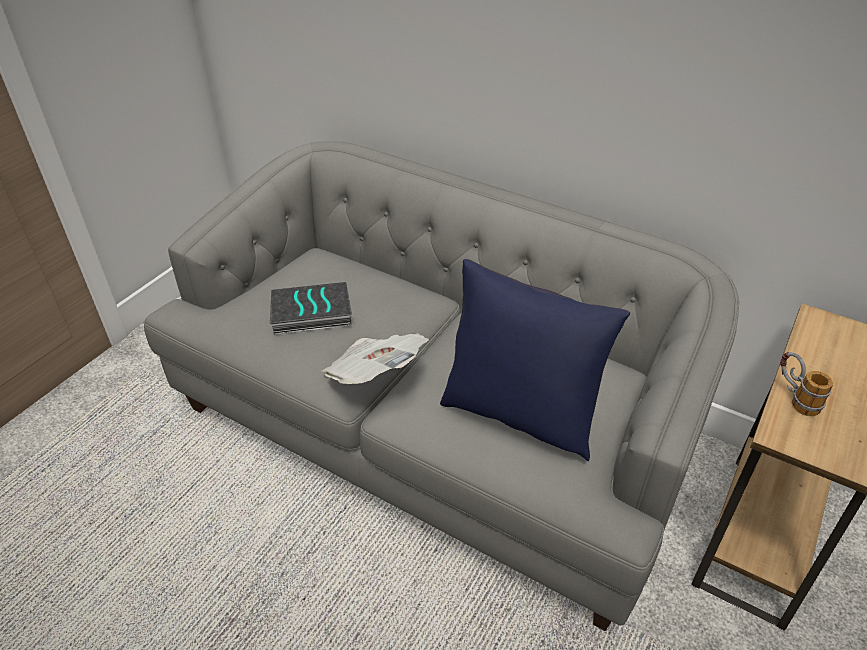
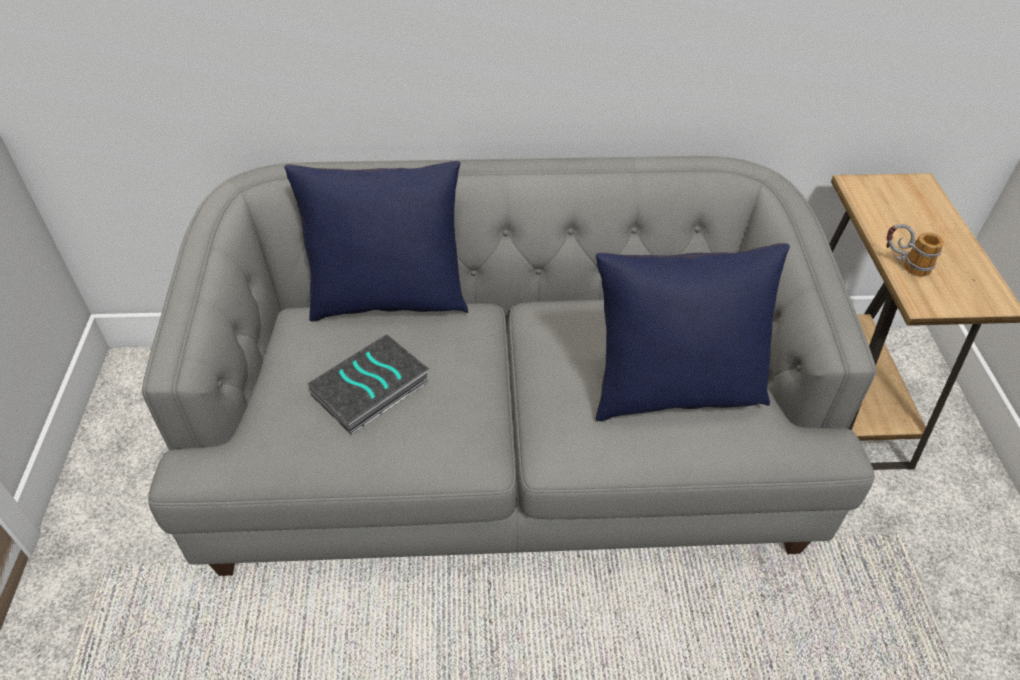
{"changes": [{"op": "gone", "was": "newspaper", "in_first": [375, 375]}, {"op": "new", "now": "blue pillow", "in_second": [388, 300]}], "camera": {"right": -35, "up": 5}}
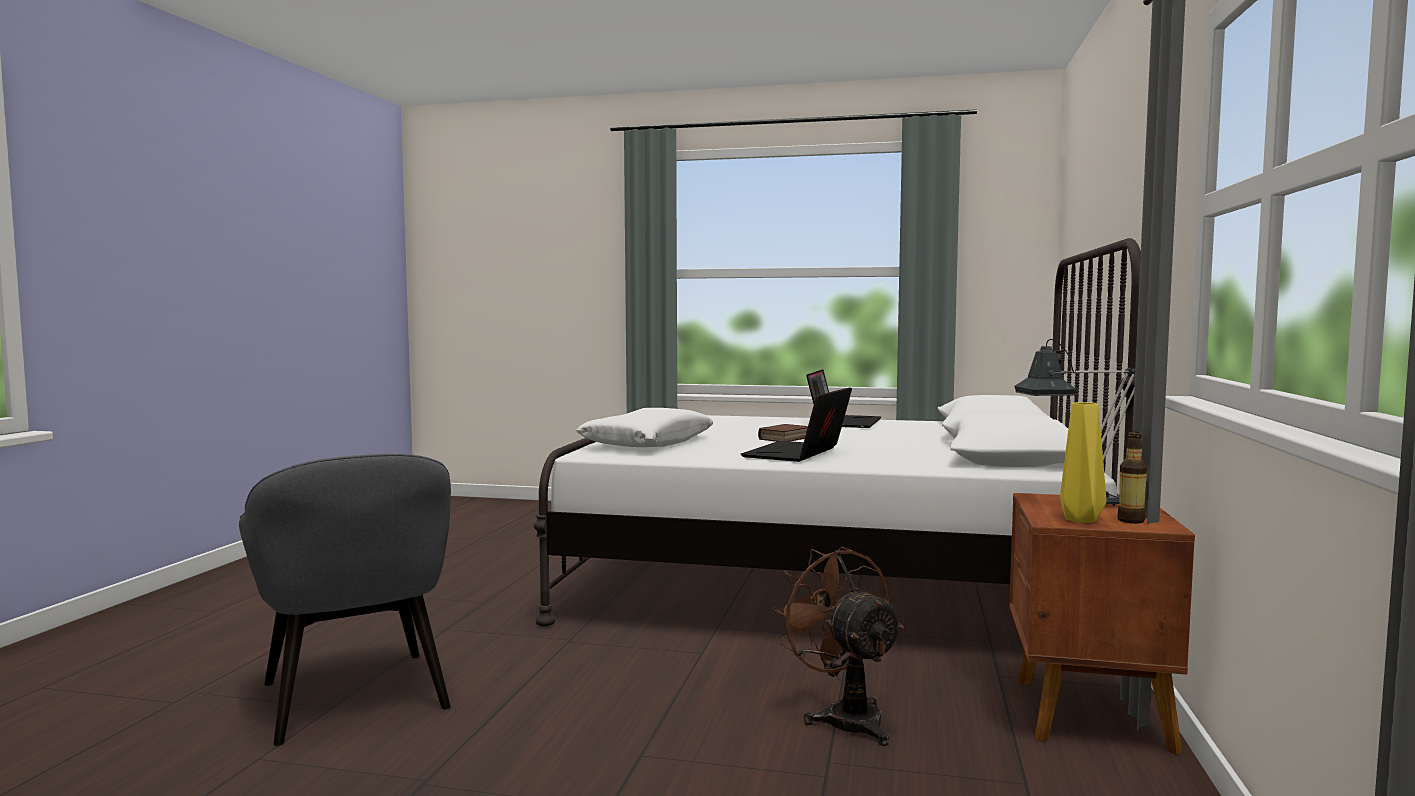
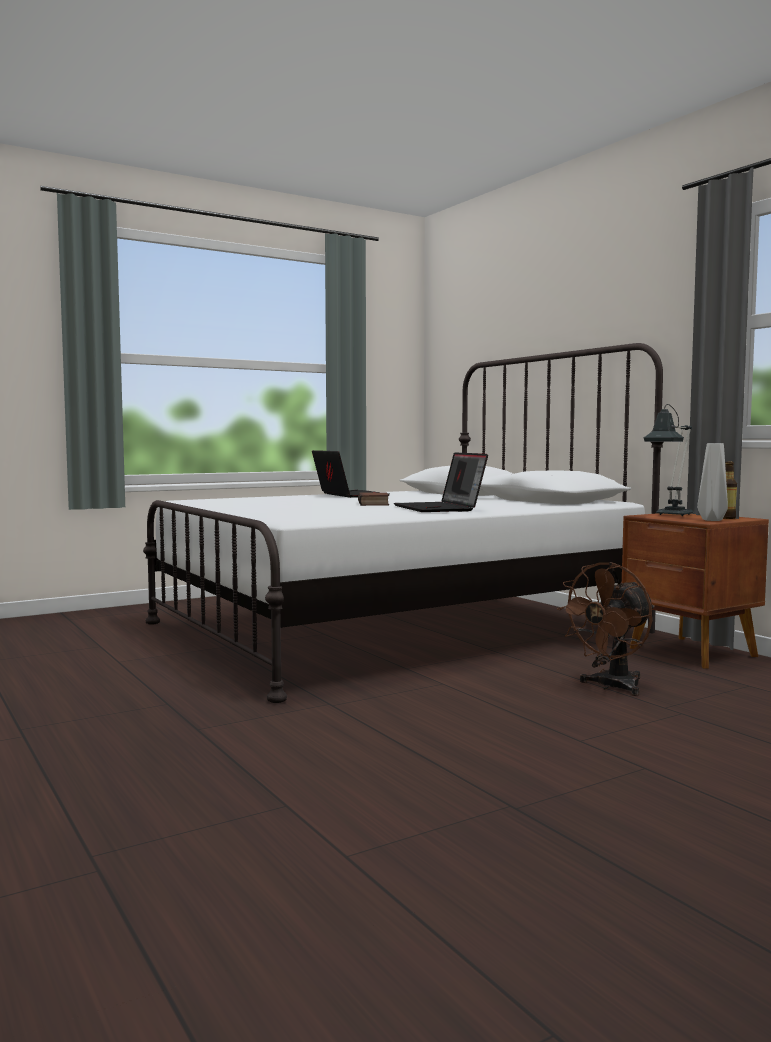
{"changes": [{"op": "repainted", "was": "yellow vase", "now": "grey vase", "in_first": [1078, 519], "in_second": [710, 520]}, {"op": "gone", "was": "white pillow", "in_first": [647, 443]}, {"op": "gone", "was": "grey armchair", "in_first": [355, 698]}, {"op": "rotated", "was": "brown fan", "in_first": [844, 717], "in_second": [611, 687], "clockwise": -60}], "camera": {"right": -45, "up": 0}}
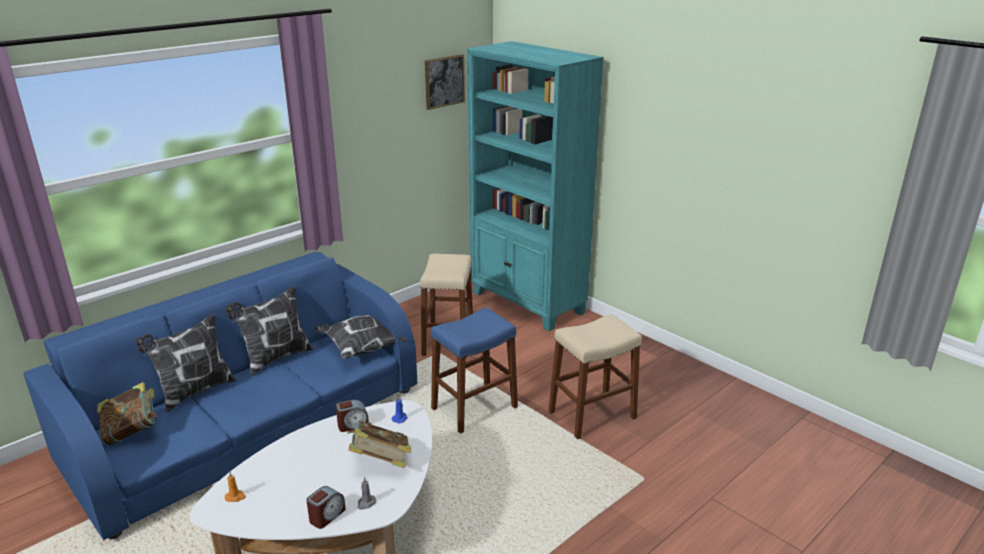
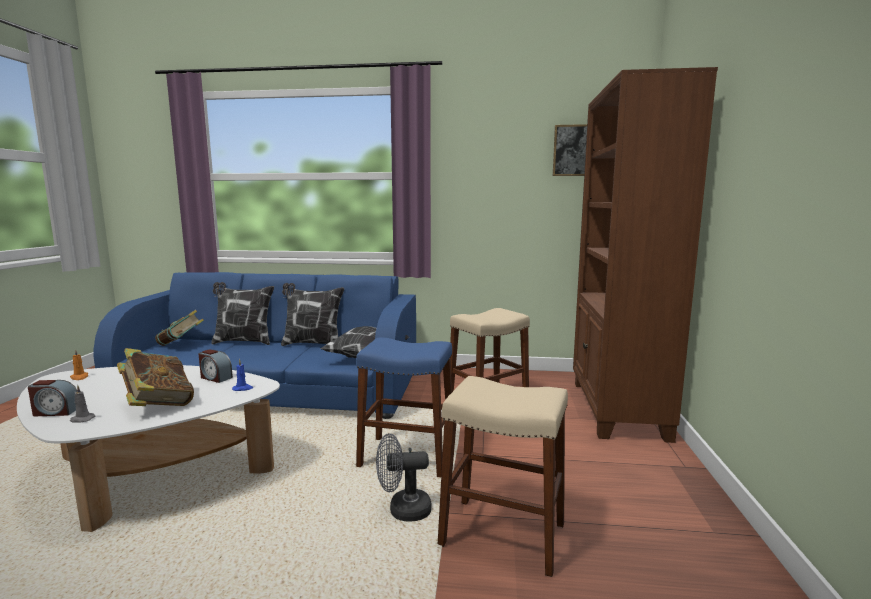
{"changes": [{"op": "repainted", "was": "turquoise bookcase", "now": "brown bookcase", "in_first": [527, 303], "in_second": [617, 410]}, {"op": "new", "now": "grey fan", "in_second": [403, 510]}], "camera": {"right": 50, "up": -15}}
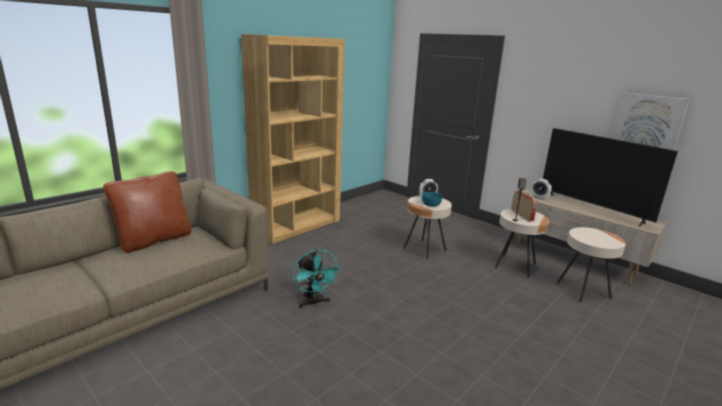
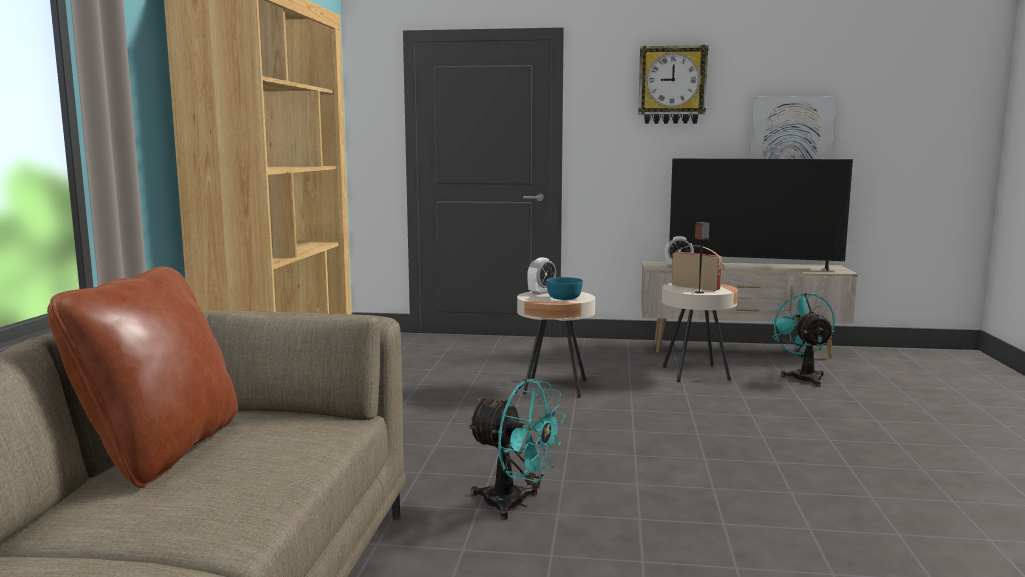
{"changes": [{"op": "swapped", "was": "beige side table", "now": "turquoise fan", "in_first": [583, 290], "in_second": [803, 376]}, {"op": "new", "now": "wall clock", "in_second": [672, 85]}], "camera": {"right": -35, "up": -10}}
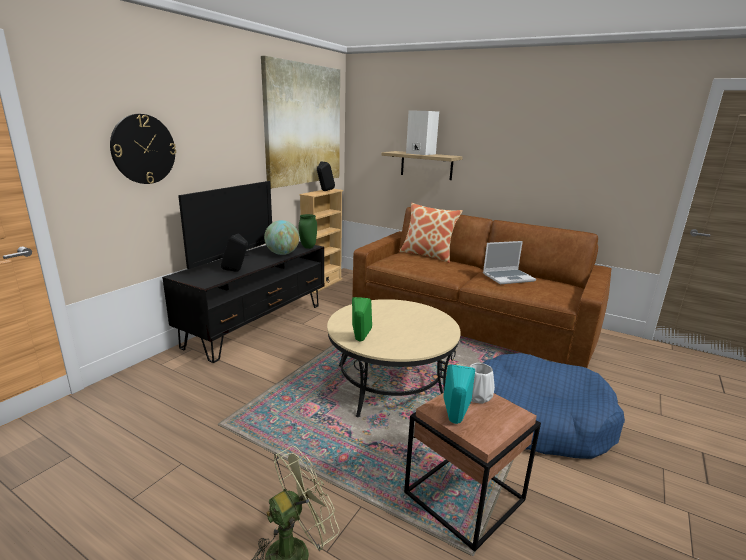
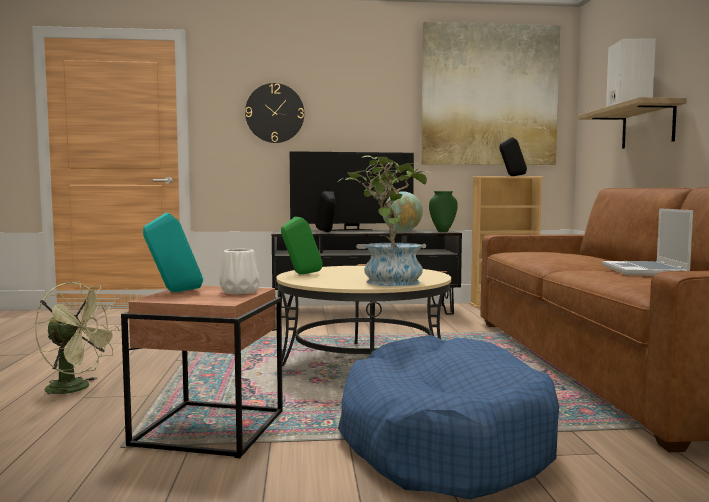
{"changes": [{"op": "gone", "was": "pillow", "in_first": [427, 255]}, {"op": "rotated", "was": "laptop", "in_first": [508, 277], "in_second": [645, 271], "clockwise": 60}, {"op": "new", "now": "potted plant", "in_second": [387, 280]}], "camera": {"right": 55, "up": -15}}
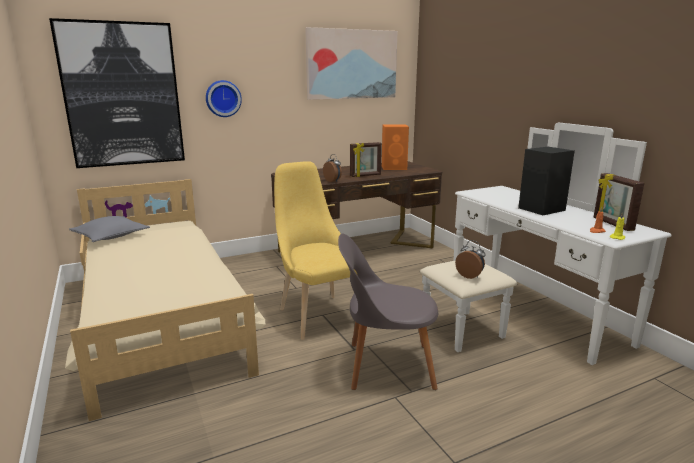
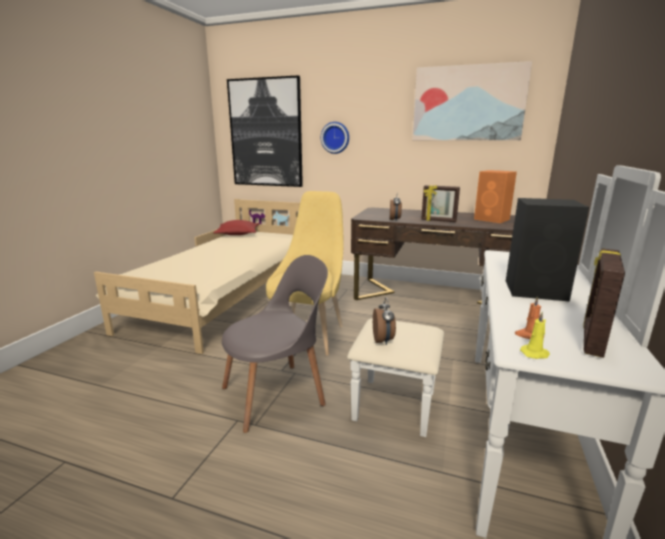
{"changes": [{"op": "repainted", "was": "grey pillow", "now": "red pillow", "in_first": [111, 236], "in_second": [238, 234]}, {"op": "rotated", "was": "grey chair", "in_first": [386, 365], "in_second": [277, 394], "clockwise": 105}], "camera": {"right": 45, "up": 0}}
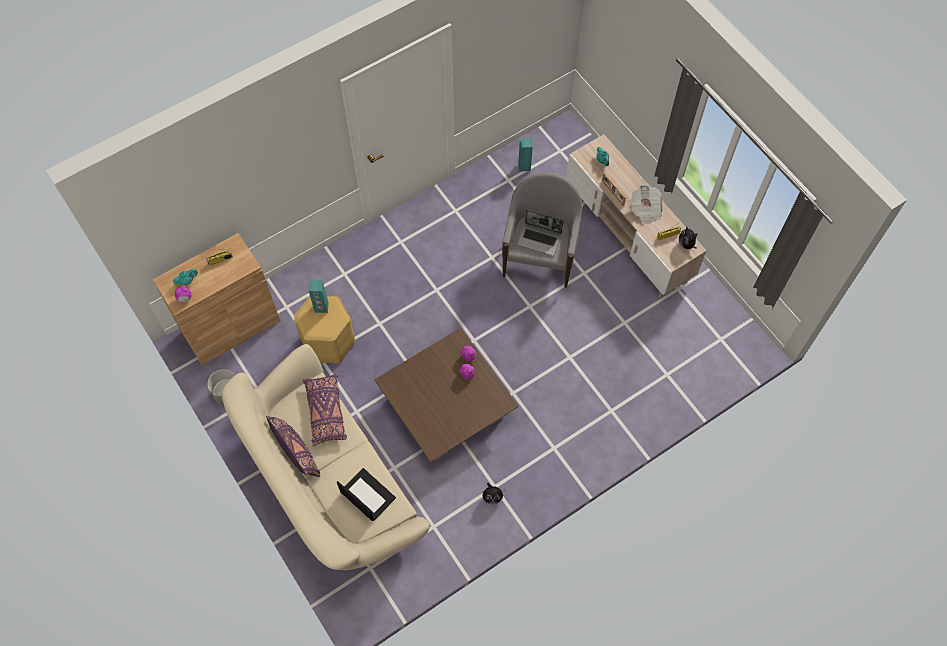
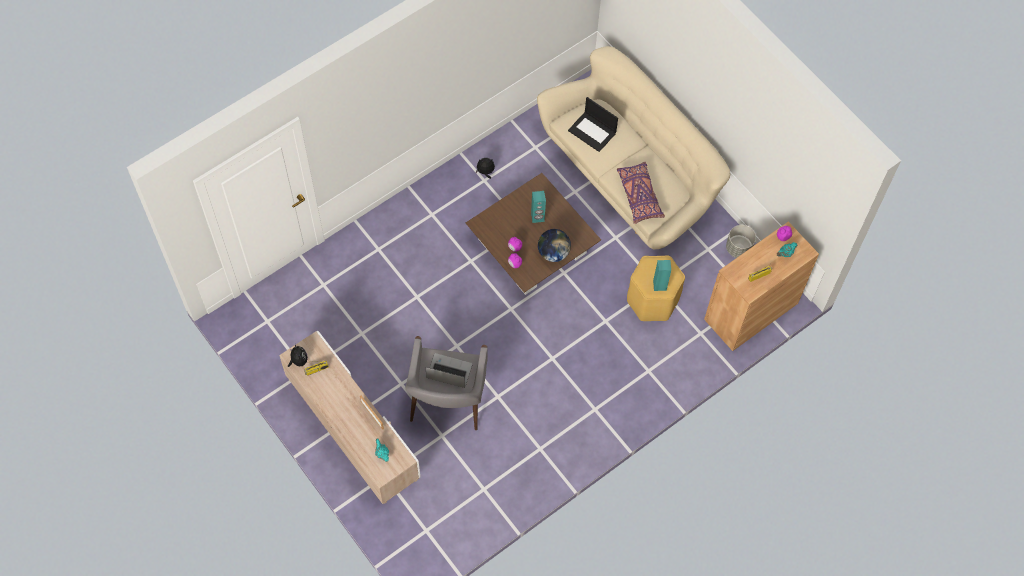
{"changes": [{"op": "shifted", "was": "turquoise speaker", "in_first": [524, 166], "in_second": [537, 217]}, {"op": "gone", "was": "newspaper", "in_first": [645, 210]}, {"op": "gone", "was": "purple pillow", "in_first": [296, 452]}, {"op": "new", "now": "globe", "in_second": [553, 253]}], "camera": {"right": 175, "up": 0}}
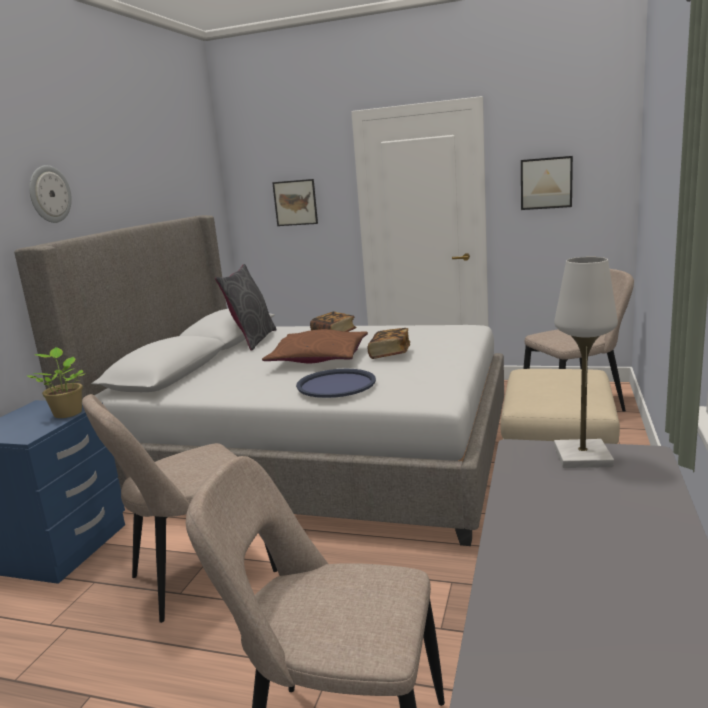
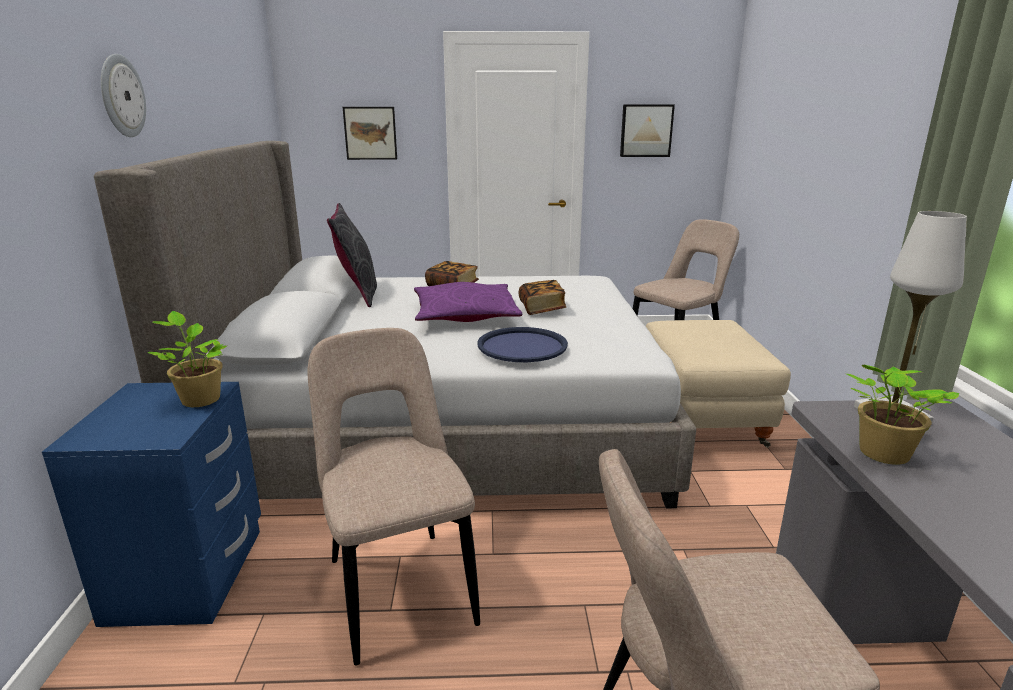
{"changes": [{"op": "repainted", "was": "brown pillow", "now": "purple pillow", "in_first": [318, 358], "in_second": [465, 315]}, {"op": "rotated", "was": "beige chair", "in_first": [196, 577], "in_second": [398, 586], "clockwise": 120}, {"op": "new", "now": "potted plant", "in_second": [881, 454]}], "camera": {"right": -20, "up": 5}}
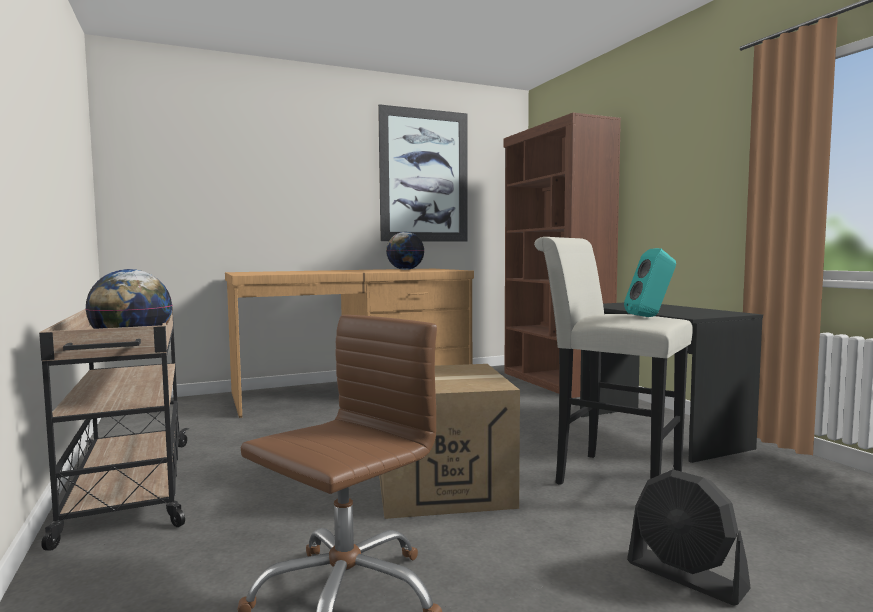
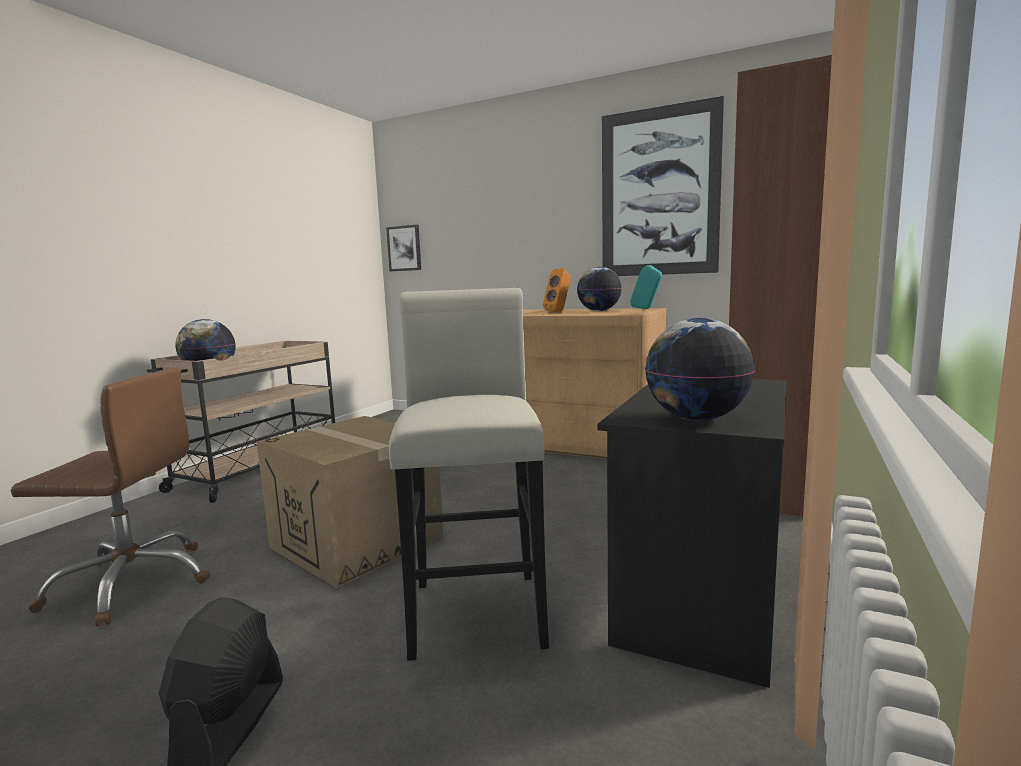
{"changes": [{"op": "shifted", "was": "turquoise speaker", "in_first": [650, 316], "in_second": [646, 309]}, {"op": "new", "now": "picture", "in_second": [404, 248]}, {"op": "new", "now": "orange speaker", "in_second": [559, 312]}, {"op": "new", "now": "globe", "in_second": [696, 419]}], "camera": {"right": 50, "up": 5}}
